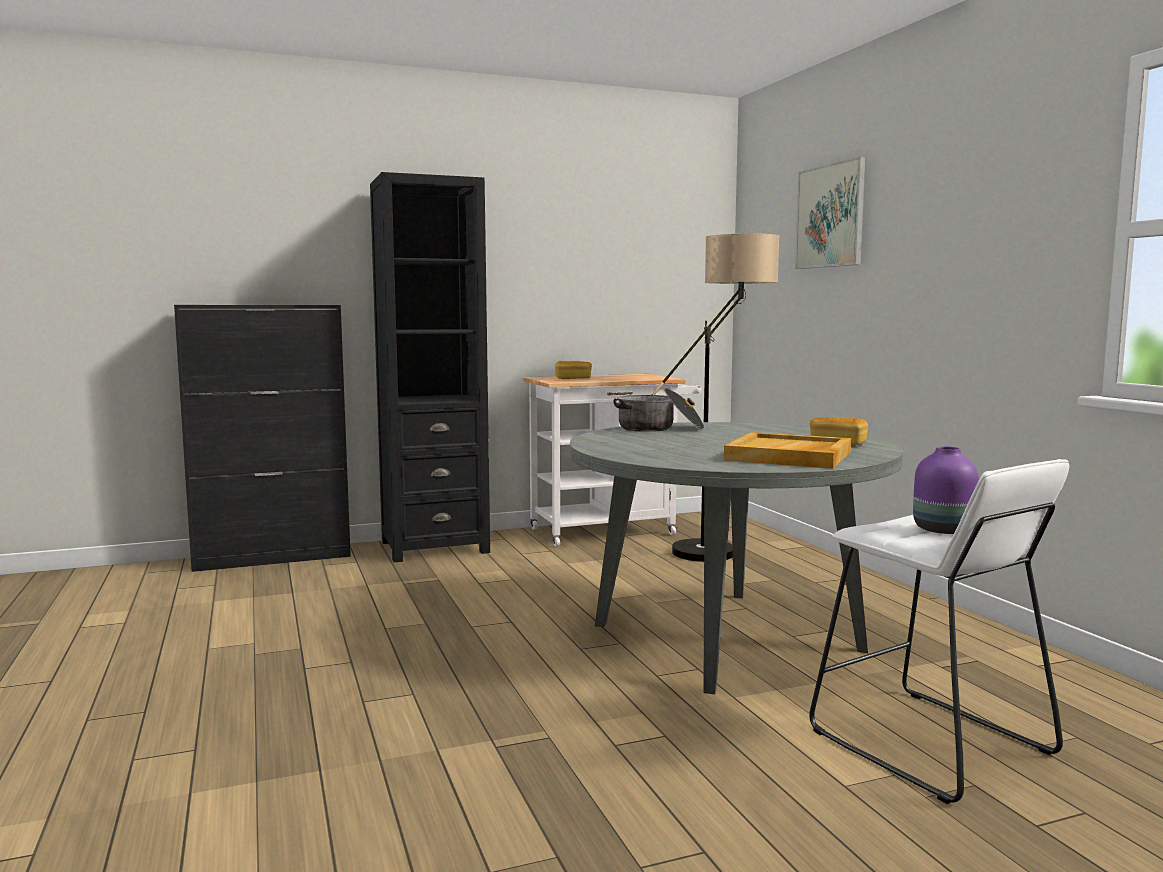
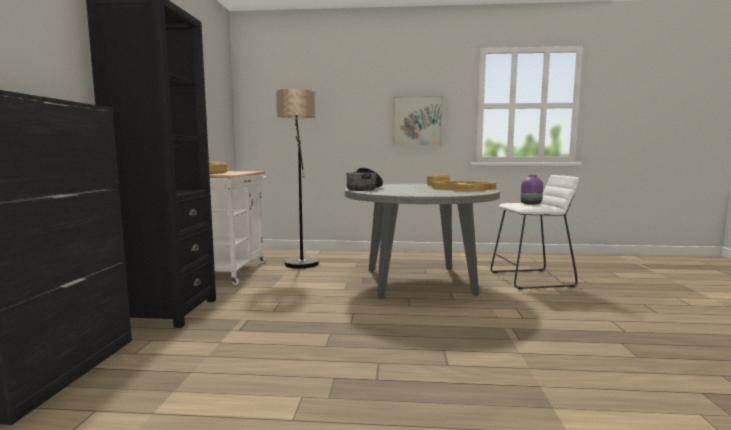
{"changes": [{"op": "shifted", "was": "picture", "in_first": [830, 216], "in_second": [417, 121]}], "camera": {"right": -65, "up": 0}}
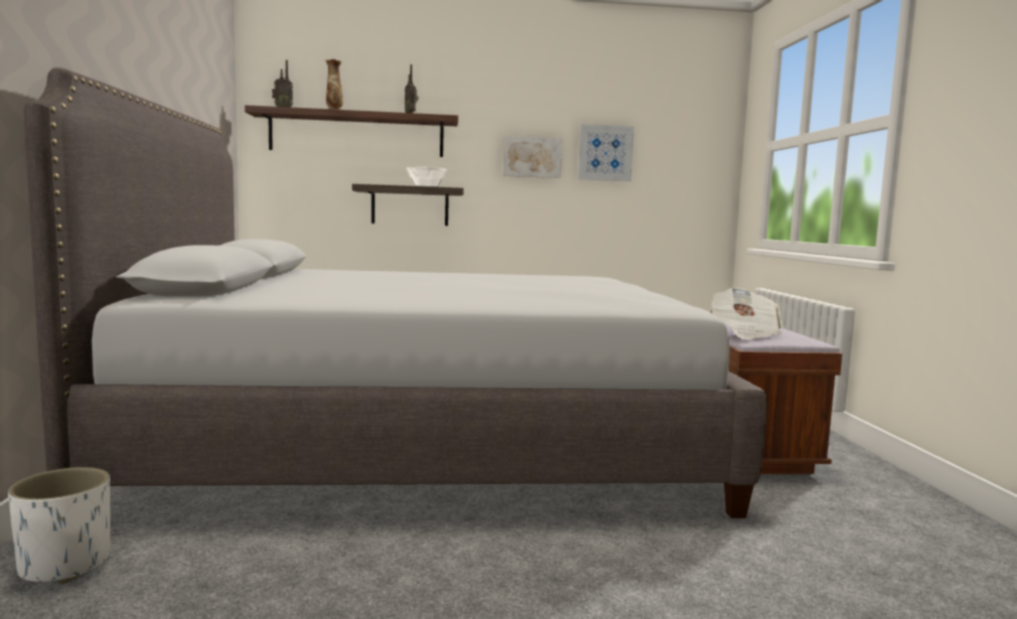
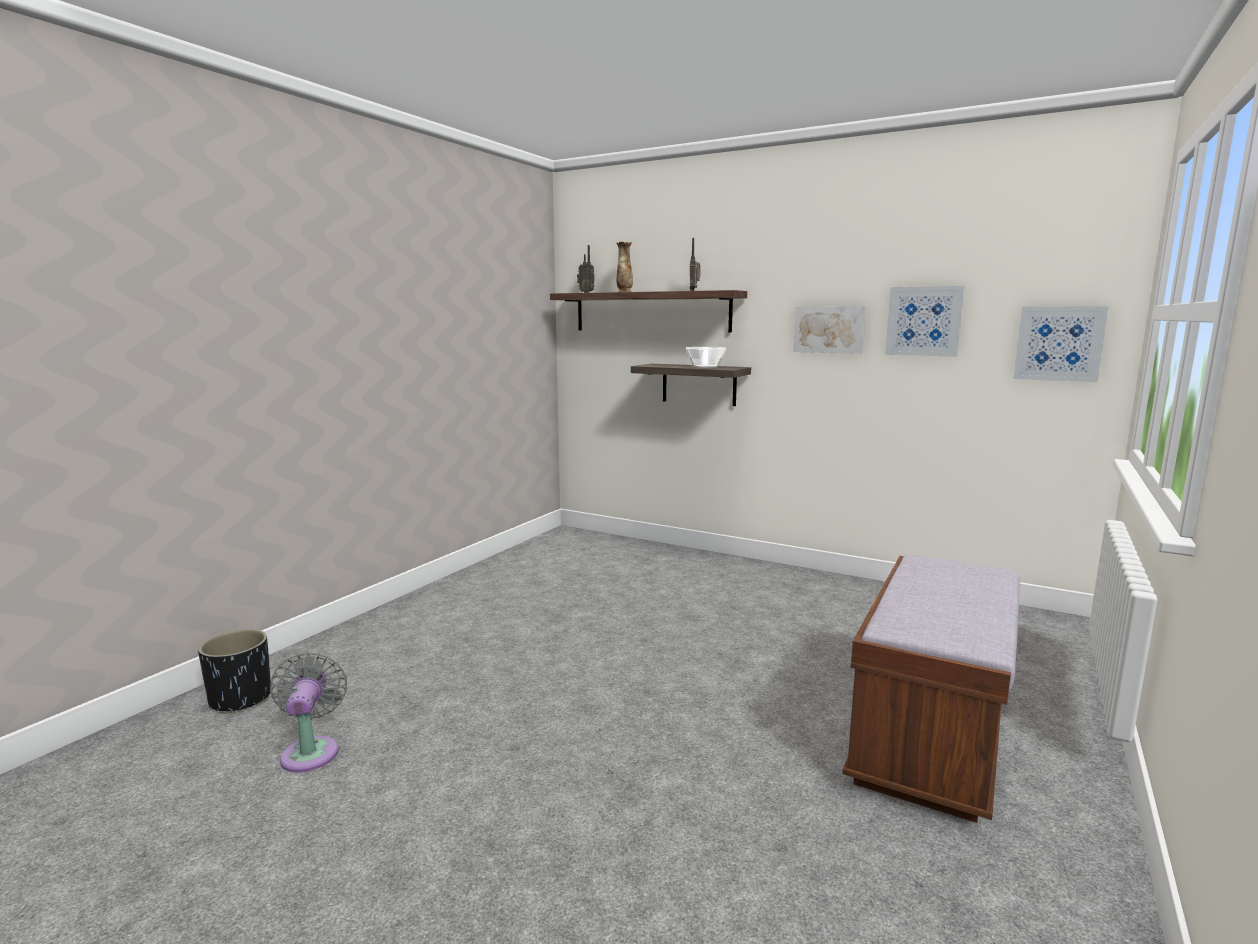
{"changes": [{"op": "gone", "was": "grey bed", "in_first": [424, 442]}, {"op": "gone", "was": "newspaper", "in_first": [744, 333]}, {"op": "repainted", "was": "white planter", "now": "black planter", "in_first": [64, 566], "in_second": [240, 699]}, {"op": "new", "now": "picture", "in_second": [1059, 343]}, {"op": "new", "now": "grey fan", "in_second": [311, 751]}], "camera": {"right": 35, "up": 5}}
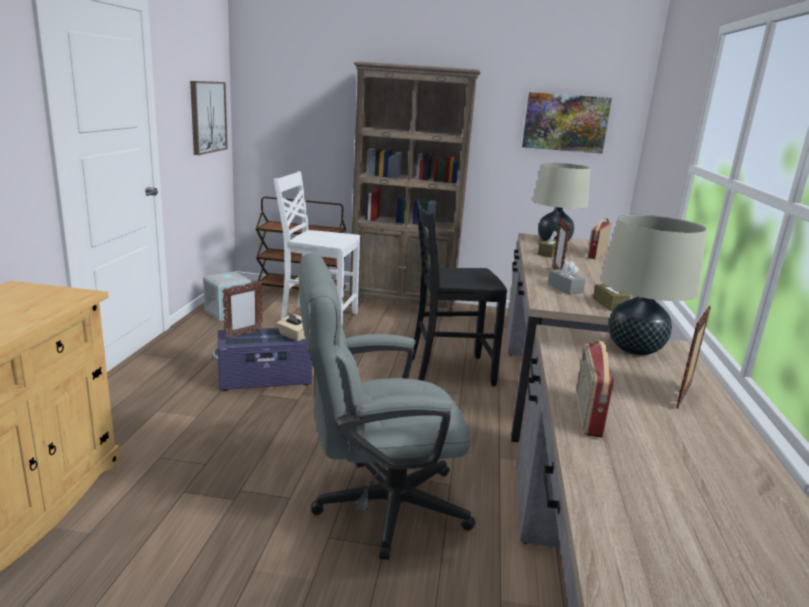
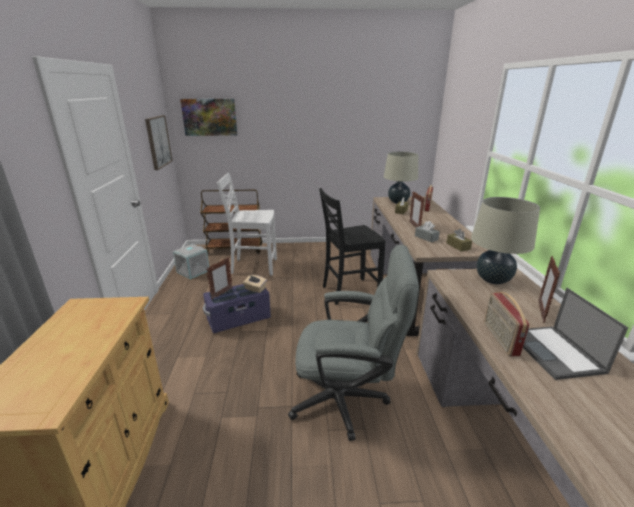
{"changes": [{"op": "gone", "was": "brown bookcase", "in_first": [403, 304]}, {"op": "shifted", "was": "picture", "in_first": [565, 122], "in_second": [209, 117]}, {"op": "rotated", "was": "grey office chair", "in_first": [377, 506], "in_second": [348, 400], "clockwise": -150}, {"op": "new", "now": "laptop", "in_second": [556, 352]}], "camera": {"right": -10, "up": 5}}
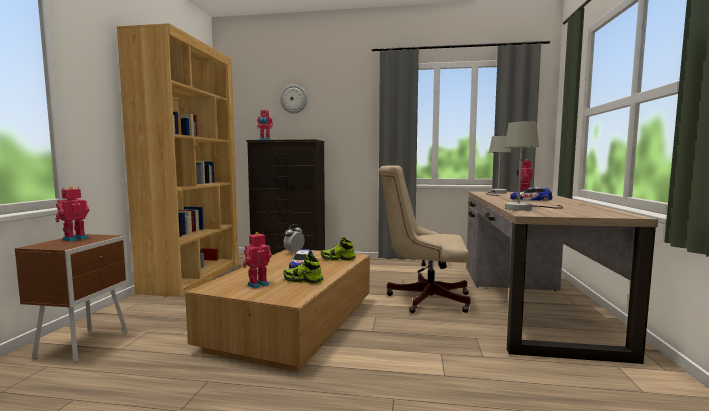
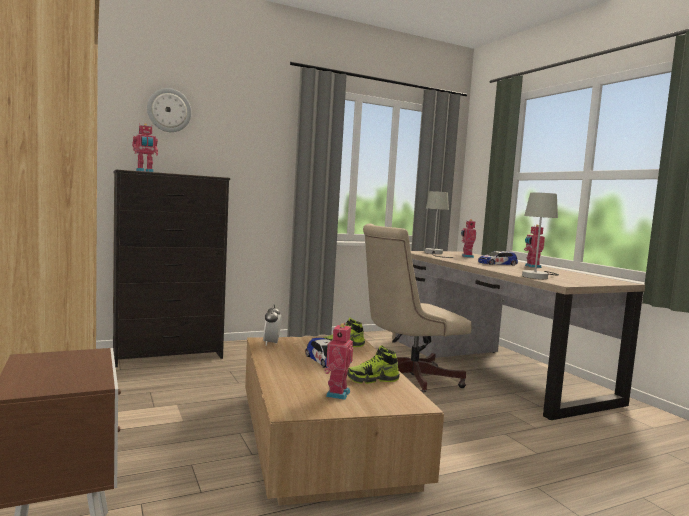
{"changes": [{"op": "shifted", "was": "toy robot", "in_first": [74, 239], "in_second": [532, 266]}], "camera": {"right": -35, "up": 0}}
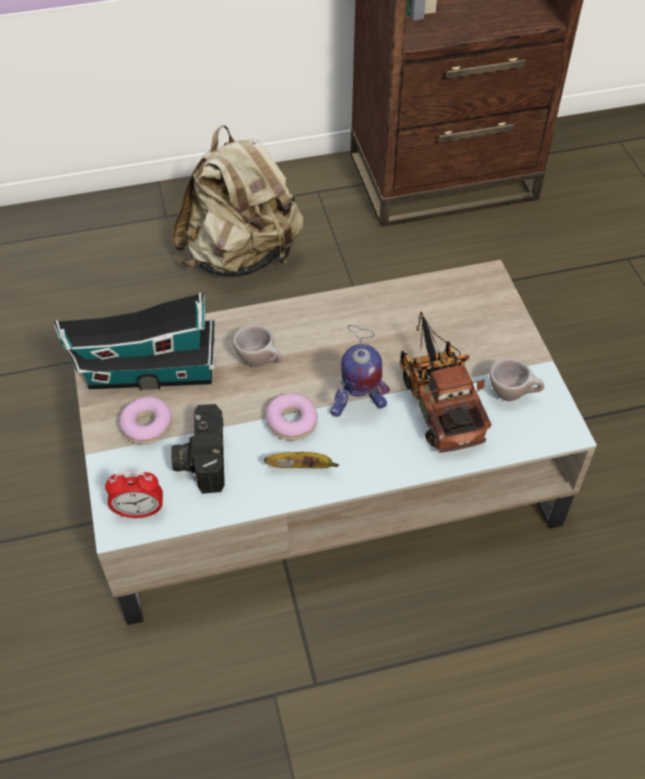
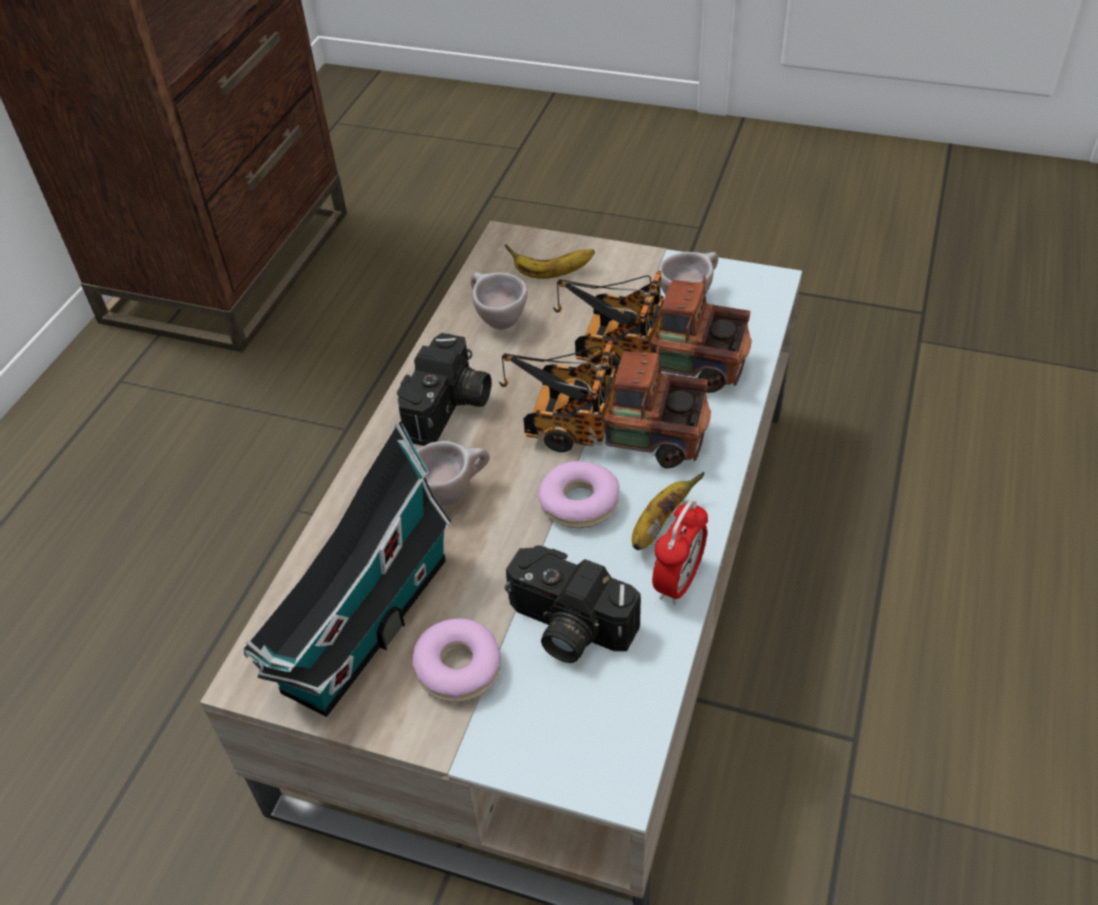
{"changes": [{"op": "gone", "was": "beige backpack", "in_first": [241, 256]}, {"op": "swapped", "was": "toy robot", "now": "toy truck", "in_first": [357, 406], "in_second": [603, 430]}, {"op": "shifted", "was": "alarm clock", "in_first": [139, 511], "in_second": [678, 582]}, {"op": "new", "now": "banana", "in_second": [551, 274]}, {"op": "new", "now": "beige cup", "in_second": [496, 320]}, {"op": "new", "now": "photo camera", "in_second": [450, 409]}], "camera": {"right": -55, "up": -5}}
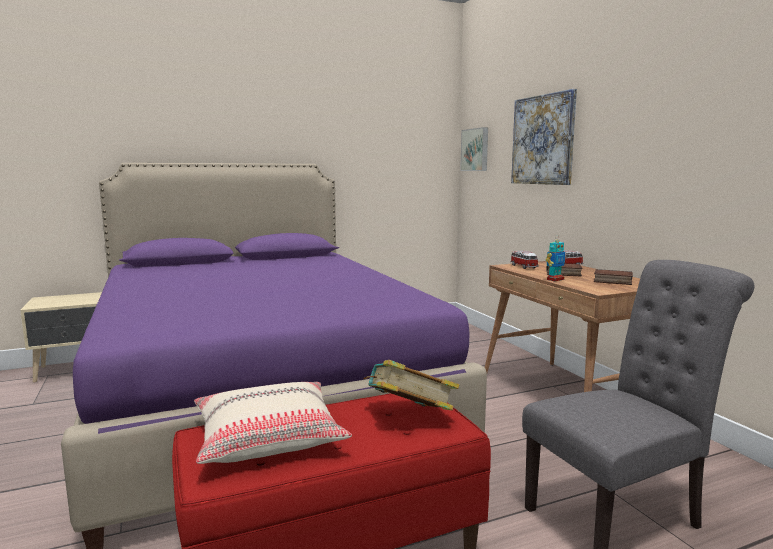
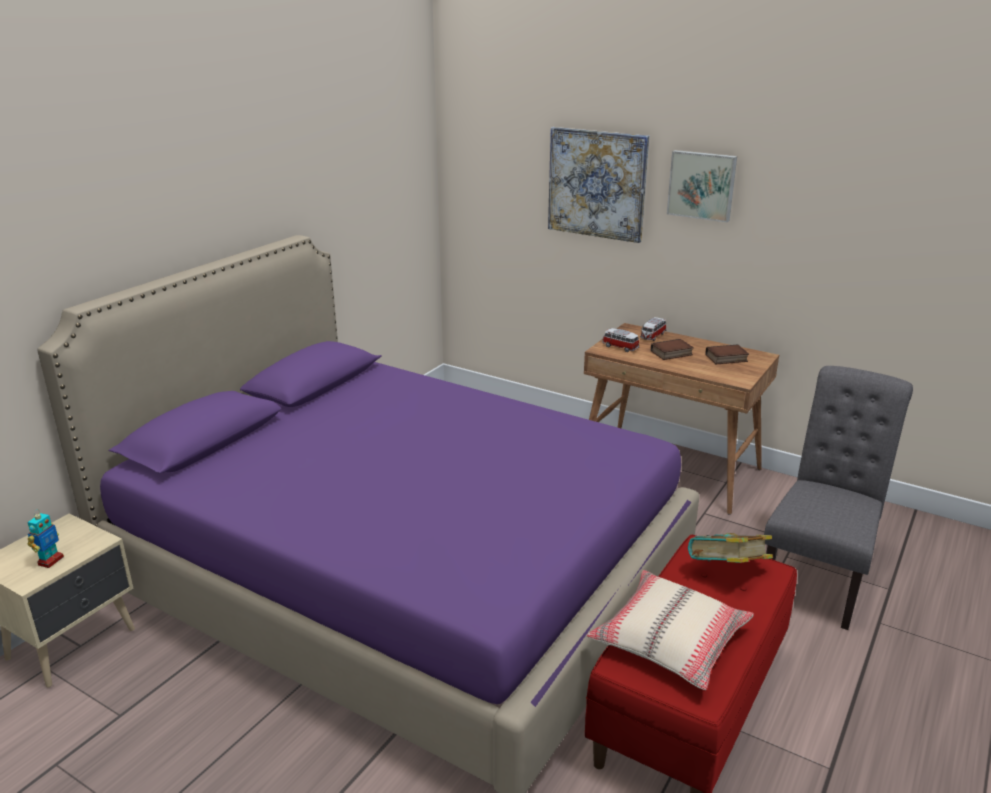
{"changes": [{"op": "shifted", "was": "picture", "in_first": [476, 150], "in_second": [702, 185]}, {"op": "shifted", "was": "toy robot", "in_first": [555, 279], "in_second": [50, 561]}], "camera": {"right": -35, "up": 15}}
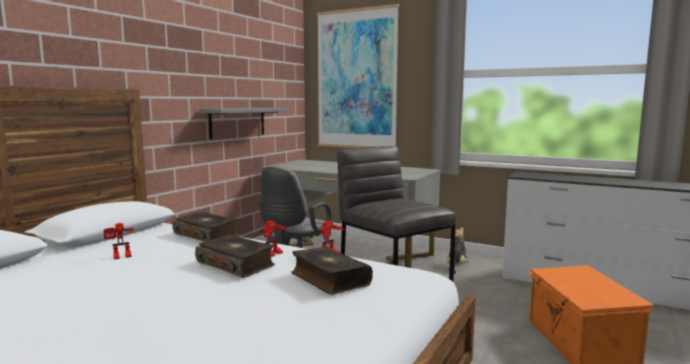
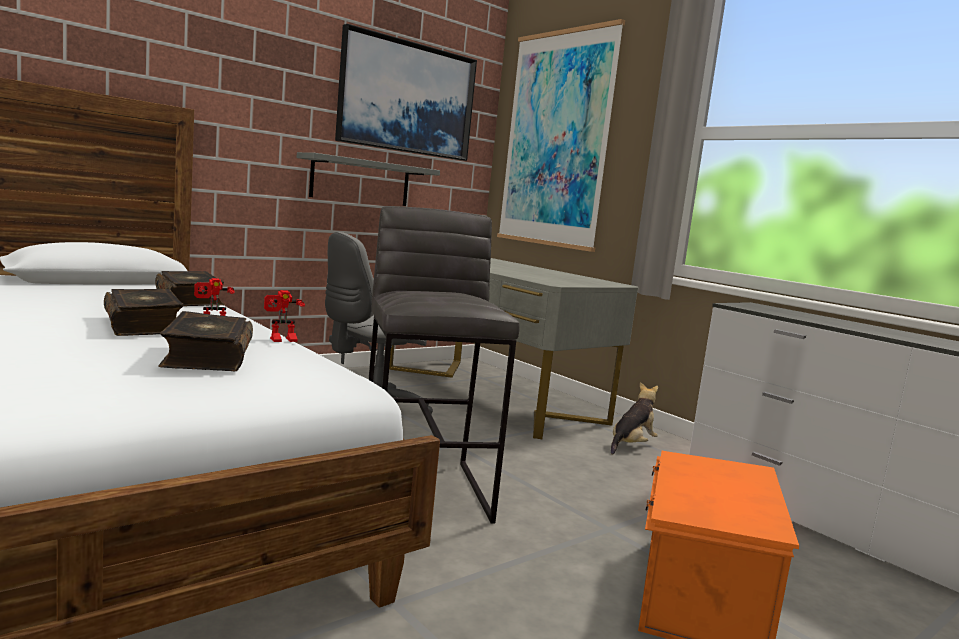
{"changes": [{"op": "gone", "was": "toy robot", "in_first": [121, 257]}, {"op": "new", "now": "picture", "in_second": [407, 98]}], "camera": {"right": 20, "up": 0}}
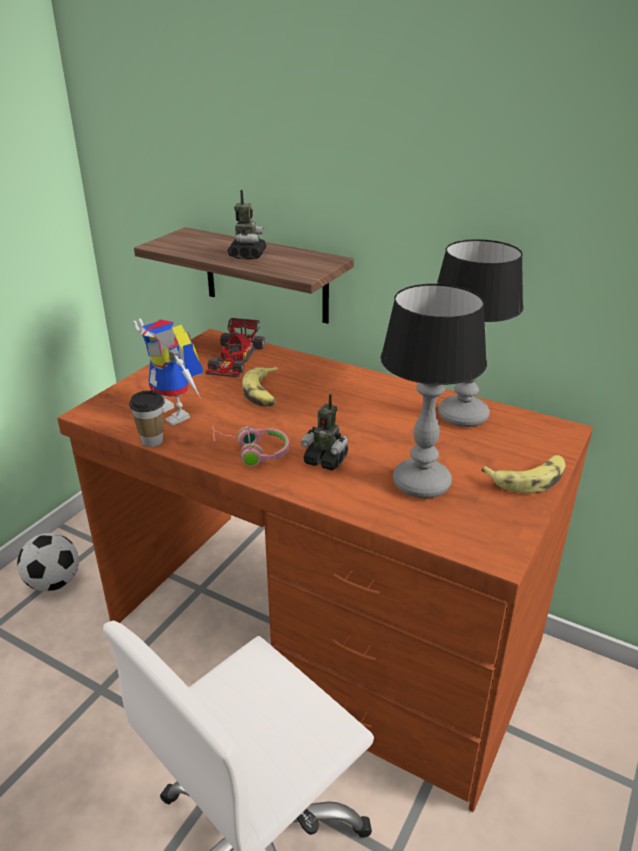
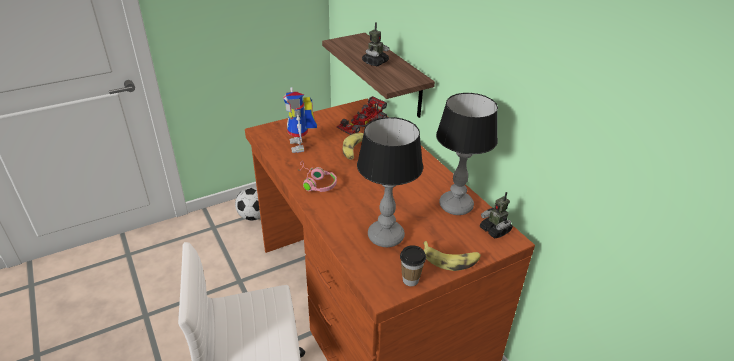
{"changes": [{"op": "shifted", "was": "cup", "in_first": [152, 441], "in_second": [410, 280]}, {"op": "shifted", "was": "toy robot", "in_first": [326, 460], "in_second": [495, 230]}], "camera": {"right": 30, "up": 5}}
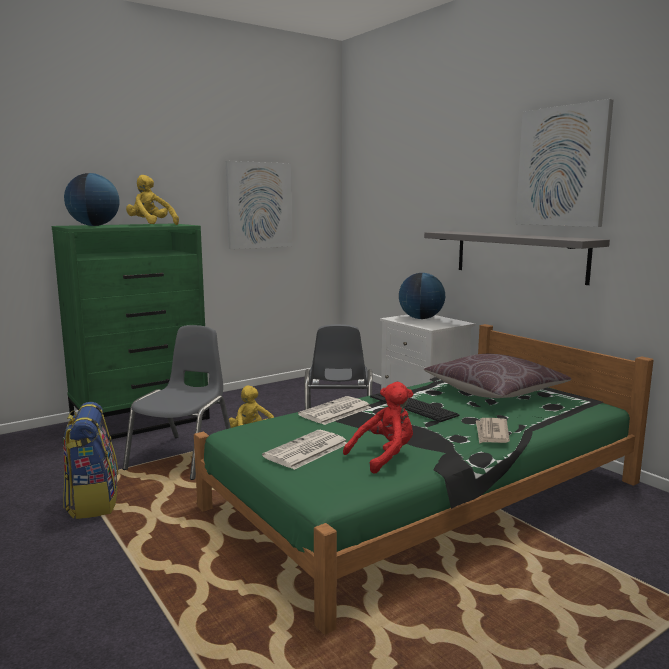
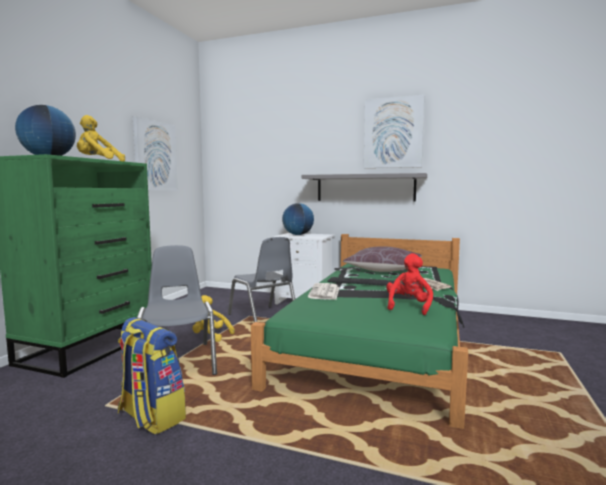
{"changes": [{"op": "gone", "was": "newspaper", "in_first": [306, 451]}], "camera": {"right": -35, "up": -5}}
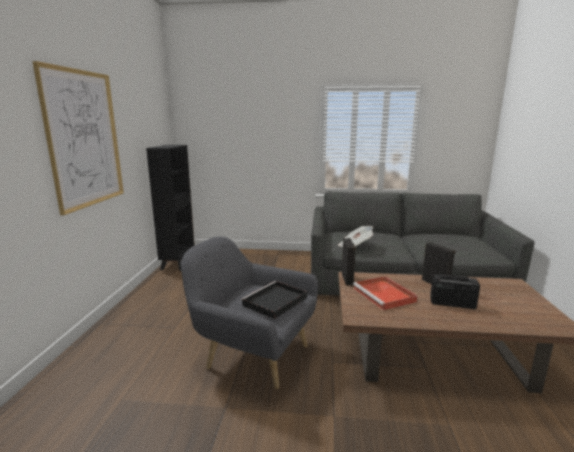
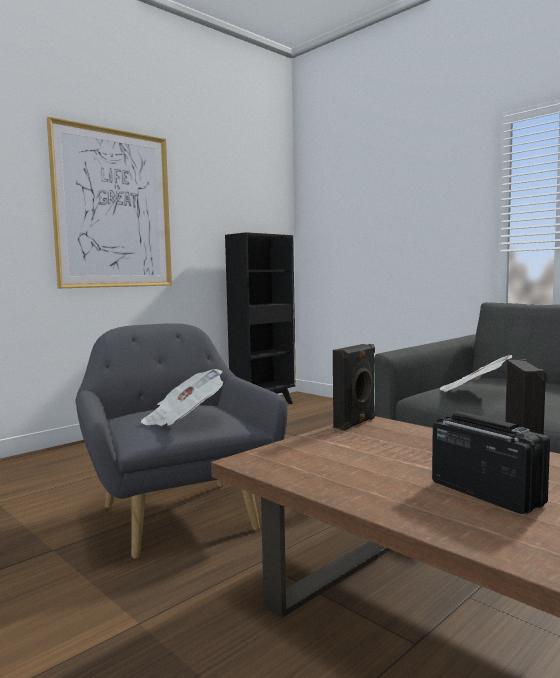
{"changes": [{"op": "gone", "was": "red tray", "in_first": [385, 295]}, {"op": "swapped", "was": "black tray", "now": "newspaper", "in_first": [274, 302], "in_second": [183, 419]}], "camera": {"right": 40, "up": -10}}
